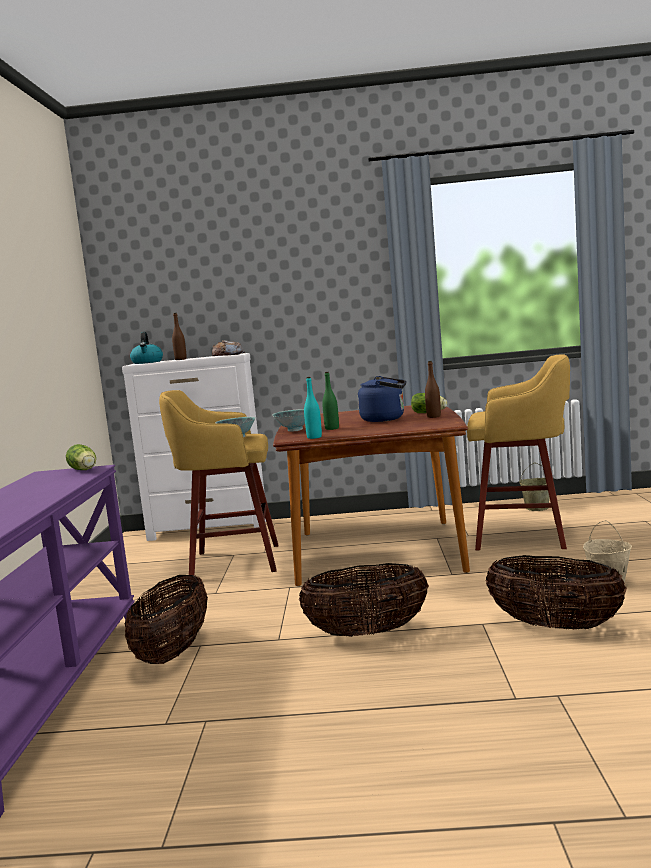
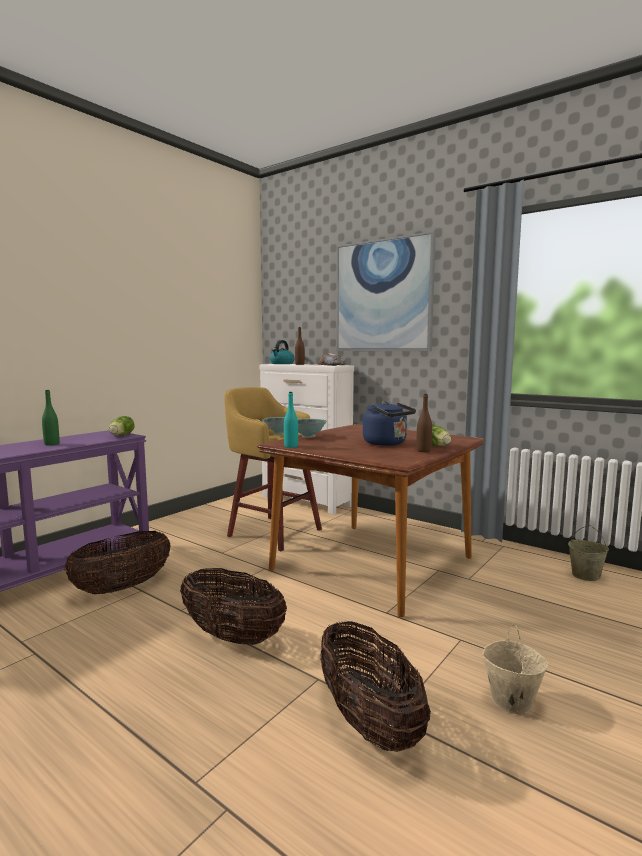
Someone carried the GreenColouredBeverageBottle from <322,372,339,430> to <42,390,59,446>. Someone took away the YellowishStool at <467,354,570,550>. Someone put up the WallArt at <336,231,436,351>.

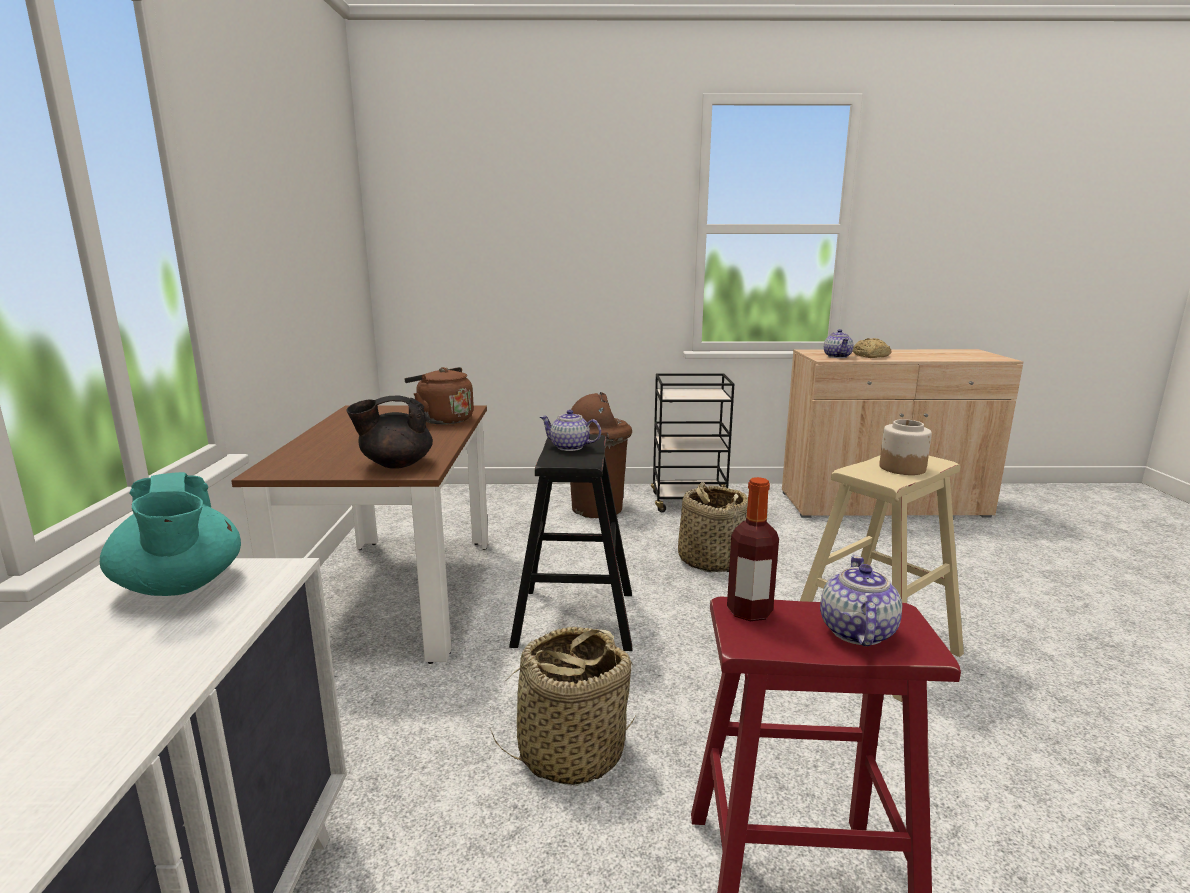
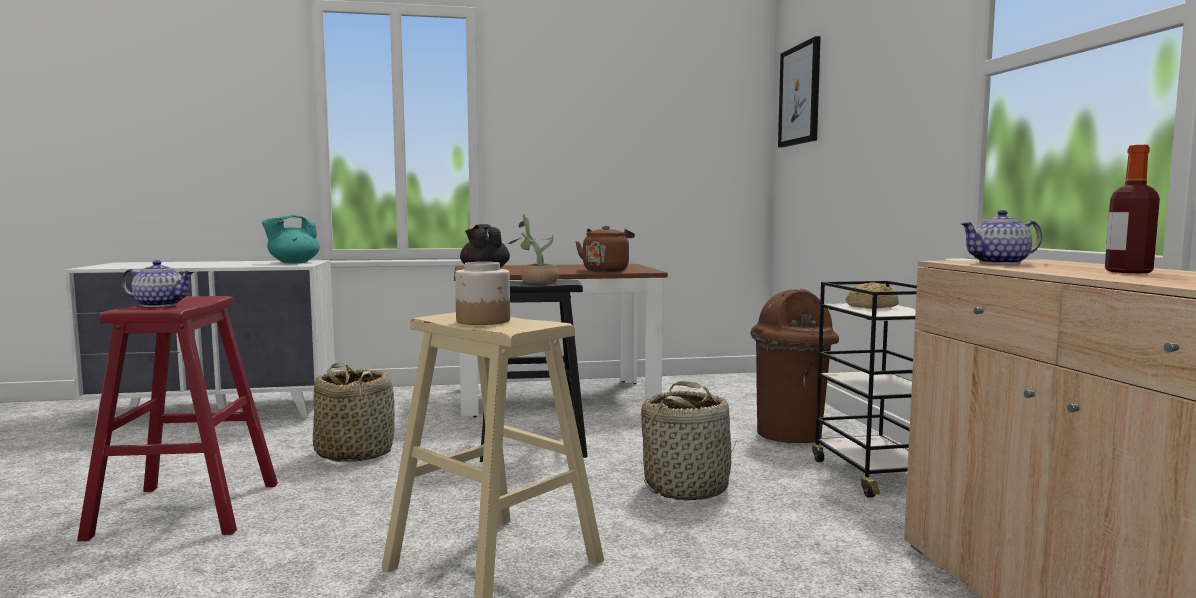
Someone swapped the TeaPot at <540,410,601,451> for the PottedPlant at <508,214,559,283>. Someone carried the BeverageBottle from <727,477,779,621> to <1105,145,1160,273>. Someone carried the BakeryBread from <853,338,891,358> to <846,282,899,309>. Someone put up the WallArt at <778,36,821,148>.

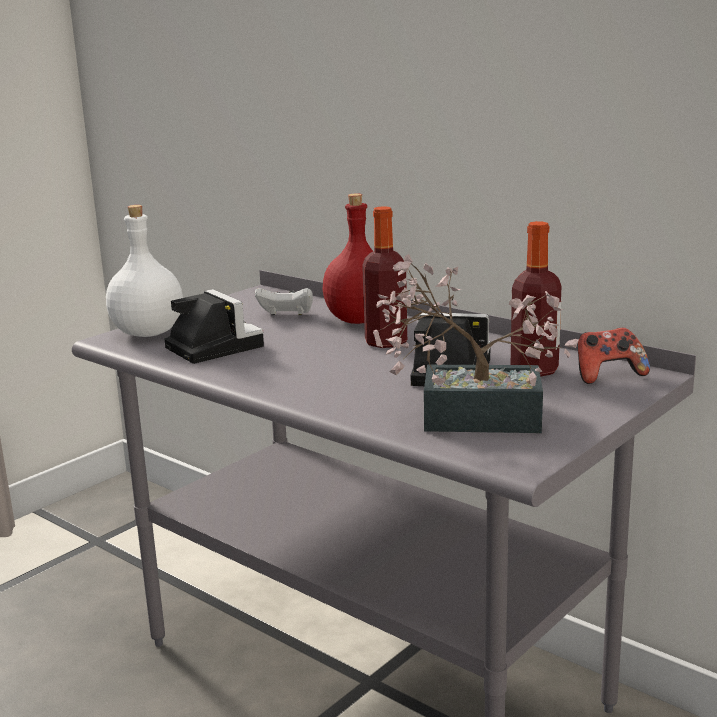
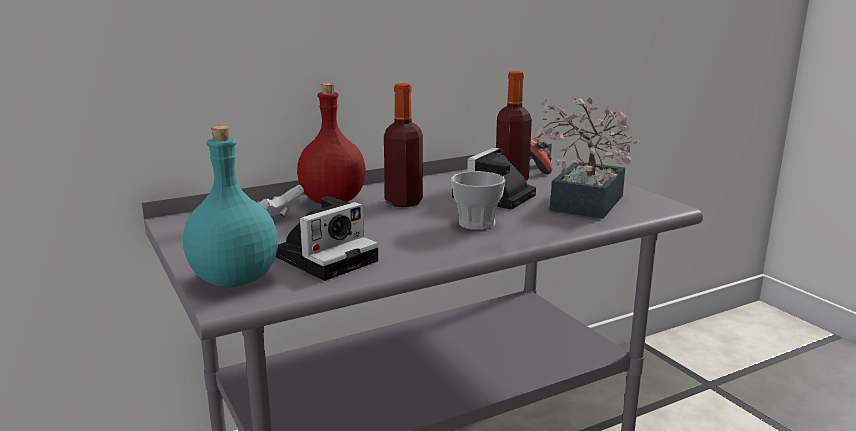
Someone repainted the WhitishBeverageBottle at <106,205,183,337>, which became the TurquoiseBeverageBottle at <183,125,278,288>. Someone rotated the PhotoCamera at <164,289,264,364> by 150 degrees clockwise. Someone put down the Cup at <451,171,505,230>.

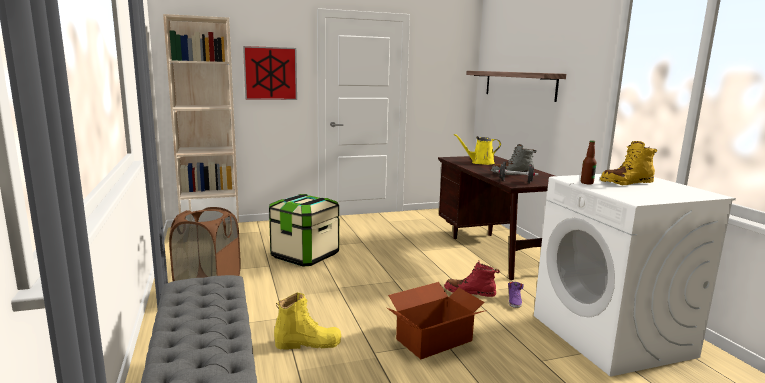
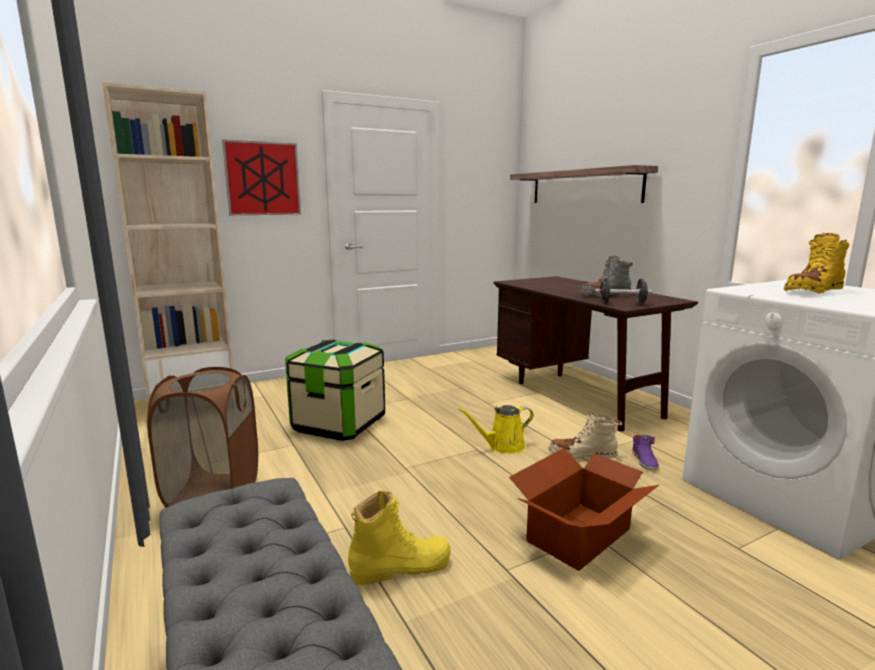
Someone repainted the RedColouredBoot at <444,261,500,297>, which became the BeigeBoot at <548,411,622,459>. Someone carried the YellowishWateringPot from <454,134,501,165> to <459,405,534,454>. Someone took away the BeverageBottle at <581,140,596,184>.

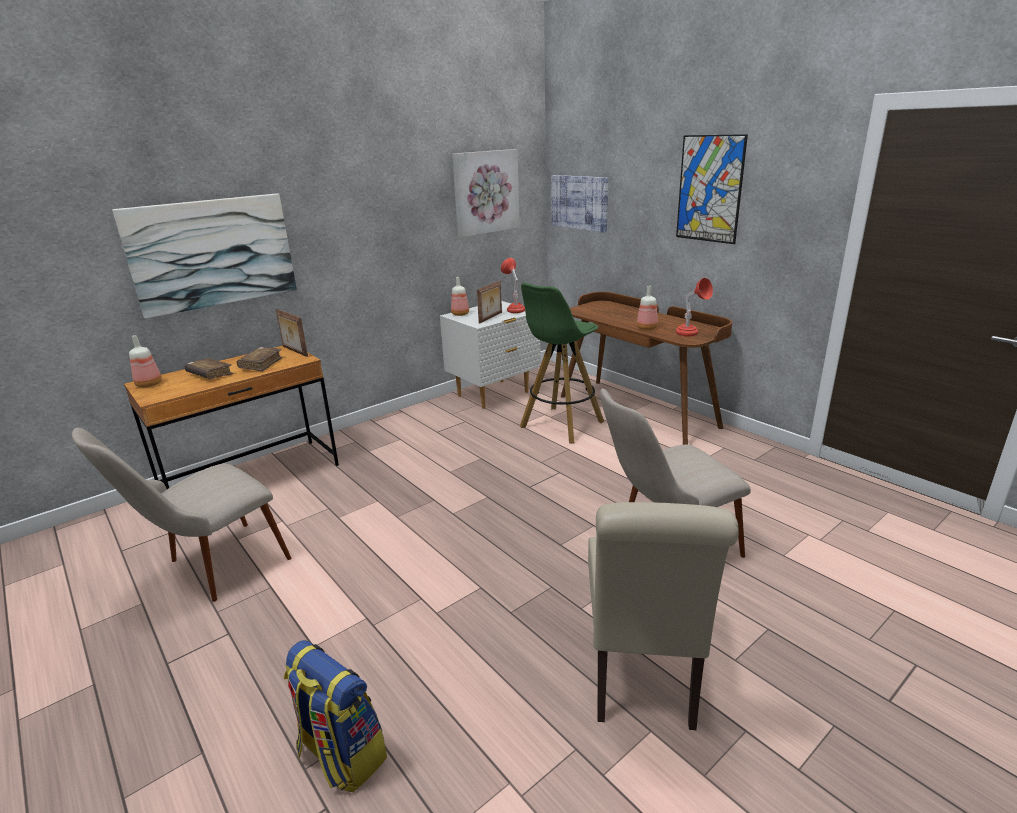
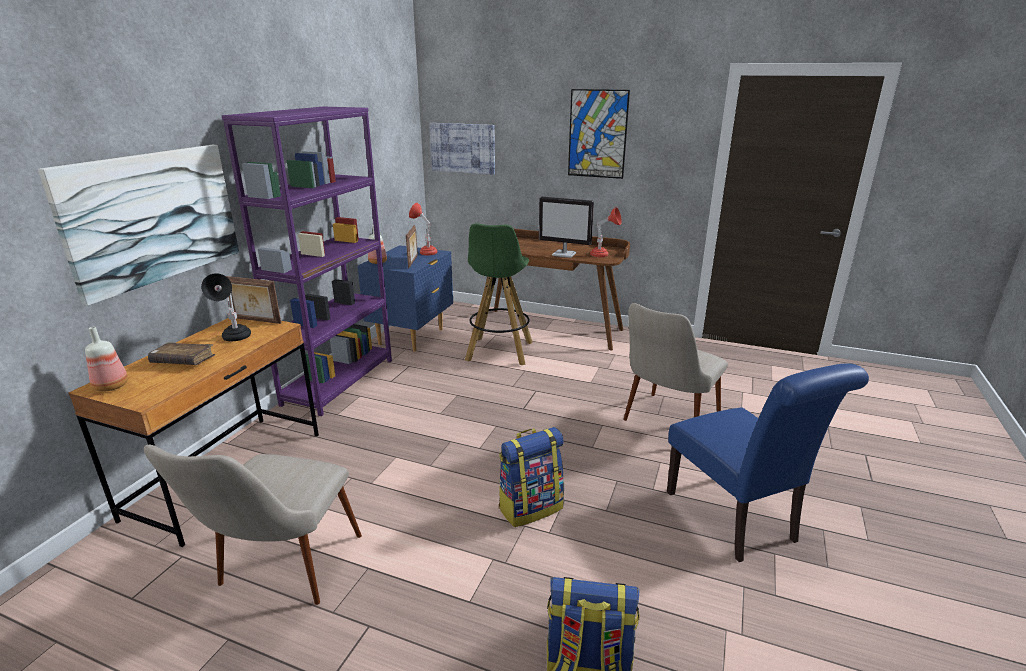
Someone swapped the BrownishBook at <237,347,282,371> for the BlackColouredLampForATable at <201,273,251,341>. Someone repainted the WhitishBedsideTable at <440,301,541,409>, which became the BluishBedsideTable at <357,245,453,352>. Someone took away the WallArt at <452,149,520,238>. Someone repainted the BeigeChair at <588,502,739,730>, which became the BluishChair at <667,364,869,562>. Someone swapped the BeverageBottle at <637,286,658,330> for the ComputerScreen at <539,197,594,258>. Someone put down the PurpleShelvingUnit at <221,107,392,416>. Someone put down the Rucksack at <499,427,564,527>.

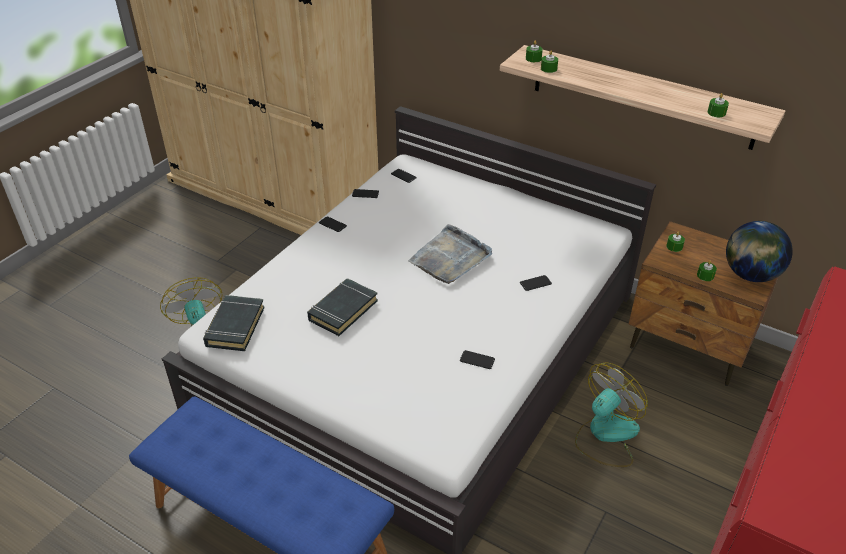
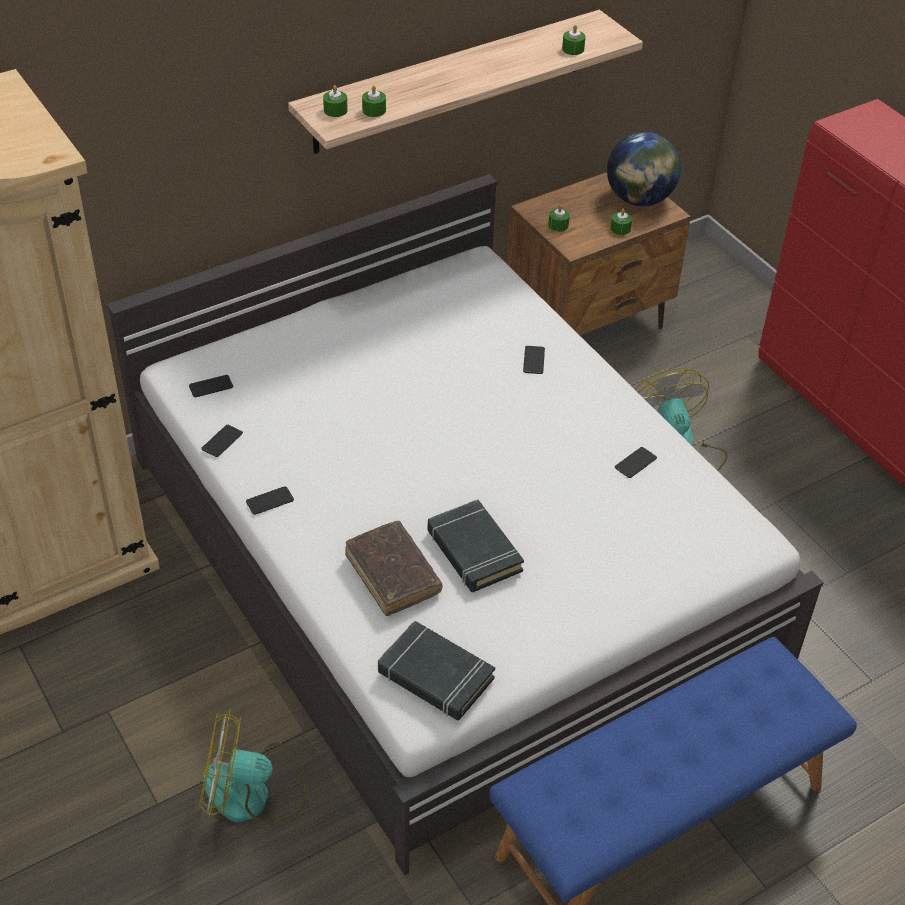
Someone took away the GreyishServingTray at <408,224,492,284>. Someone put down the BrownishBook at <345,521,443,616>.

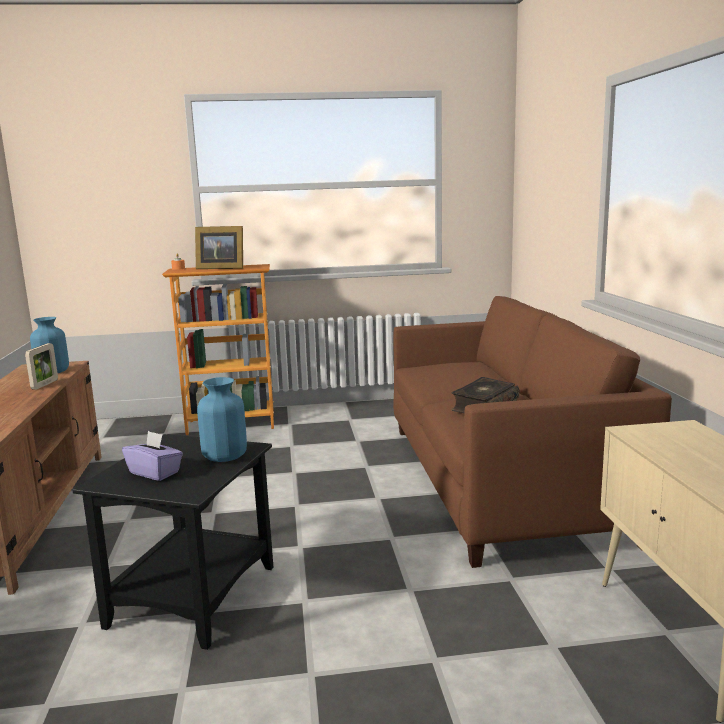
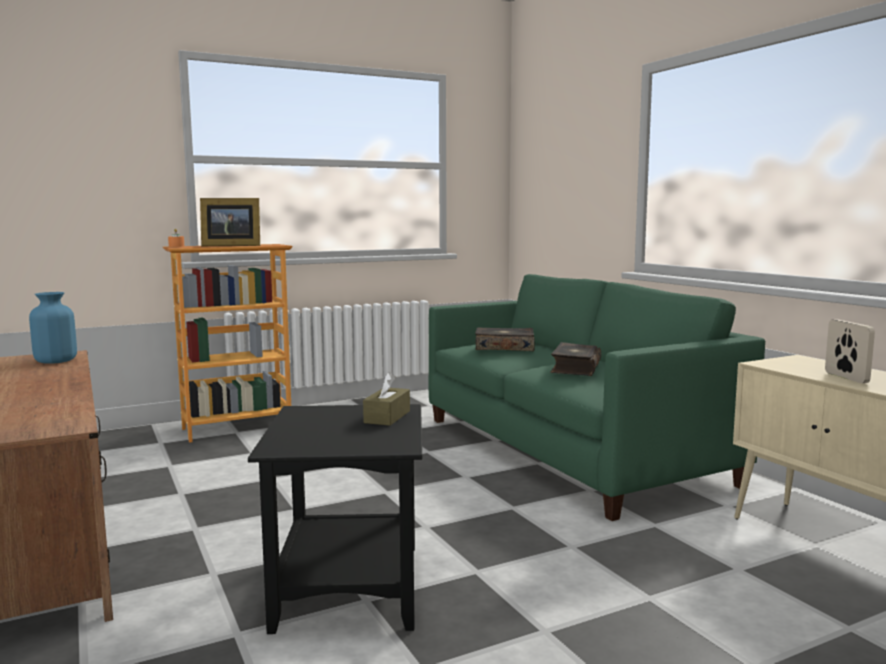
Someone carried the PictureFrame from <25,343,58,390> to <825,320,875,383>. Someone took away the PurpleTissueHolder at <122,431,183,481>. Someone swapped the BluishFlowerVase at <197,377,247,462> for the BrownishTissueHolder at <363,372,410,426>. Someone repainted the BrownishSofa at <393,296,672,568>, which became the GreenColouredSofa at <429,274,765,521>. Someone put down the Book at <475,327,534,351>.

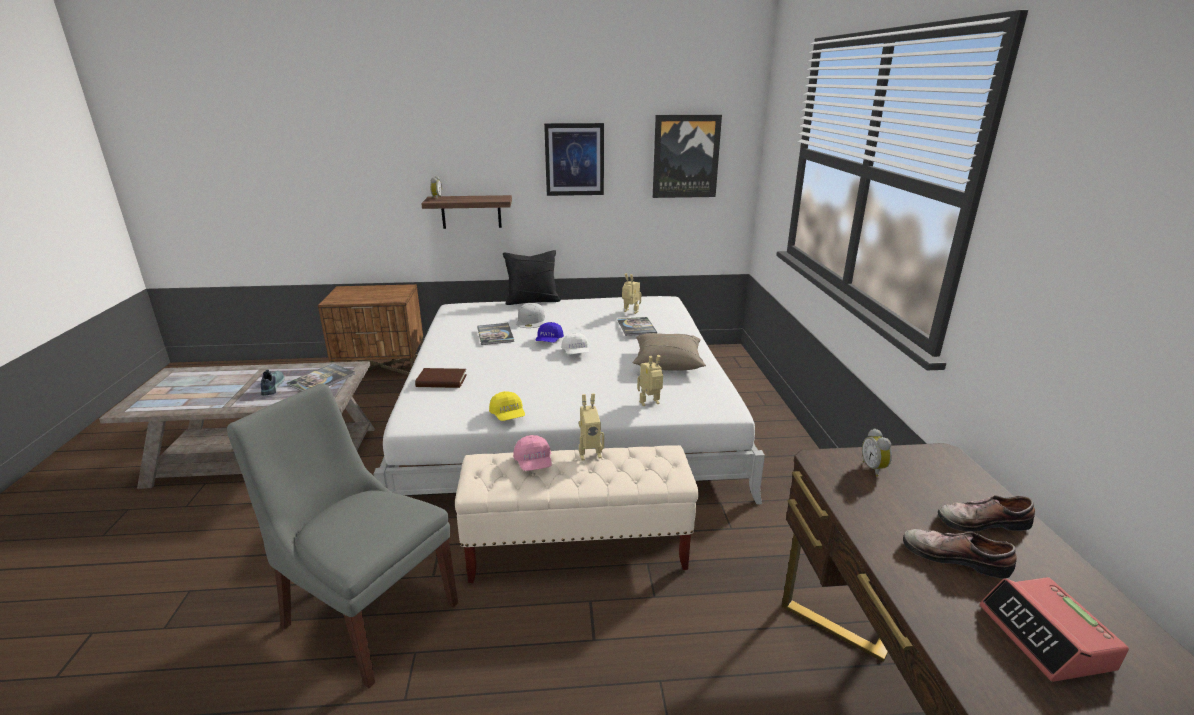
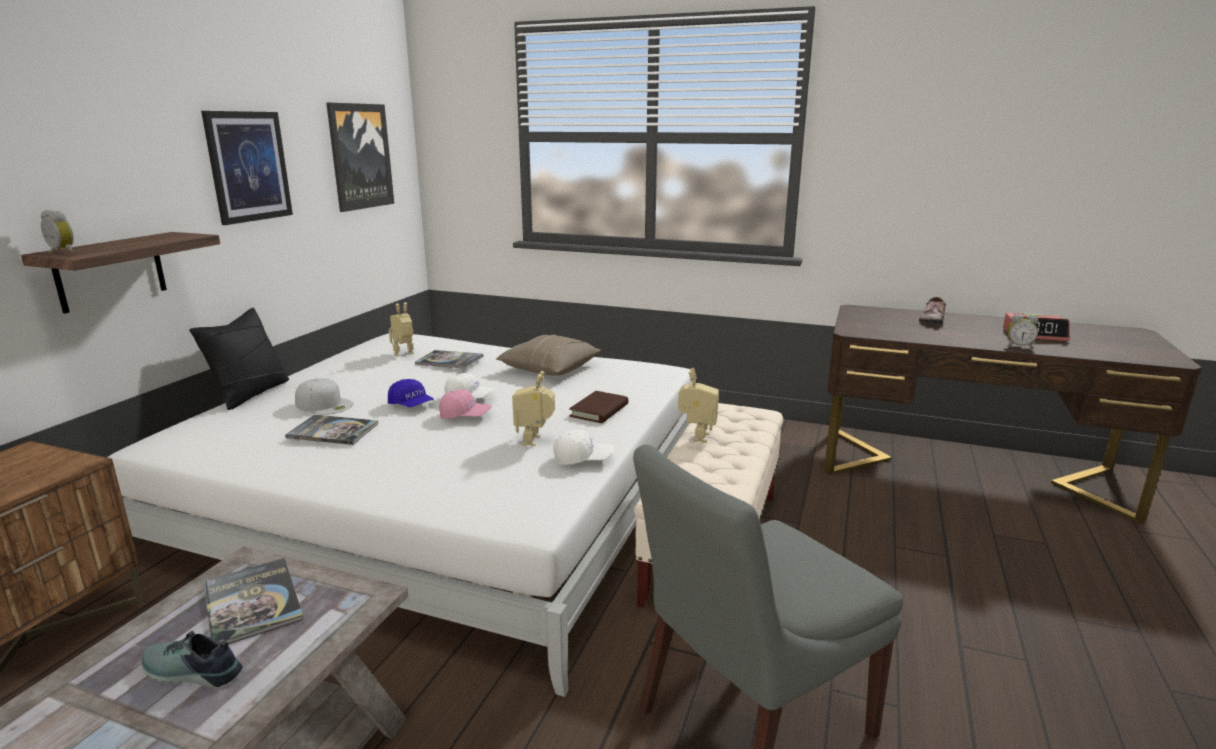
Someone carried the BrownishBook from <415,368,467,388> to <569,391,628,423>. Someone repainted the YellowishBaseballCap at <489,391,525,421>, which became the WhitishBaseballCap at <553,430,614,465>. Someone carried the PinkishBaseballCap from <513,435,552,471> to <439,390,492,419>. Someone carried the ModelRobot from <637,355,663,406> to <512,371,555,446>. Someone carried the BedsideClock from <862,428,892,477> to <1007,314,1038,349>. Someone took away the LowShoe at <903,529,1017,579>.

